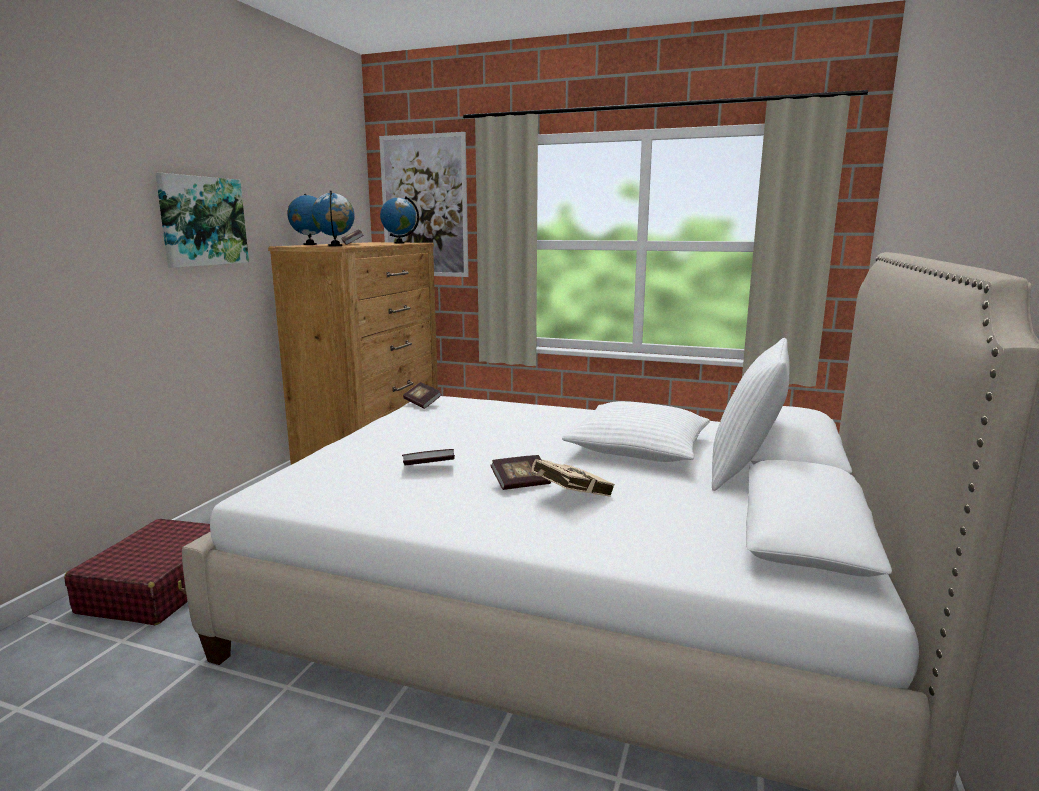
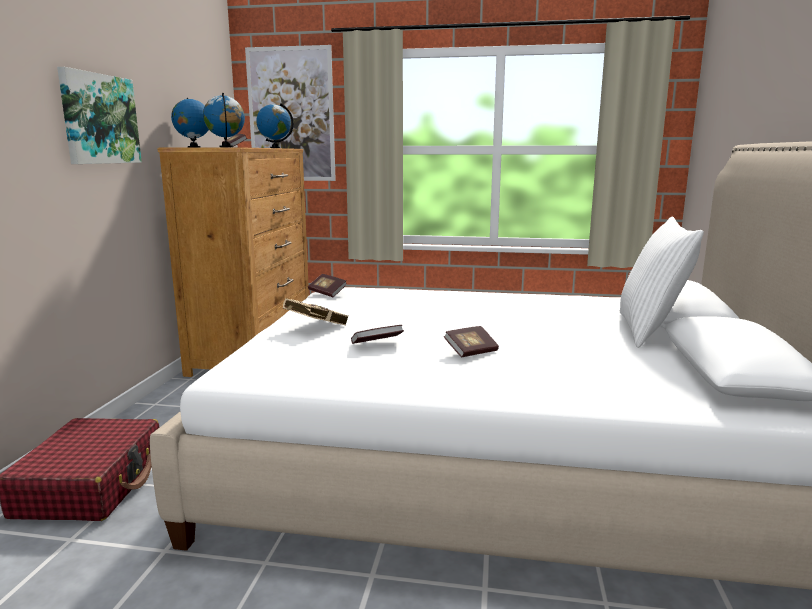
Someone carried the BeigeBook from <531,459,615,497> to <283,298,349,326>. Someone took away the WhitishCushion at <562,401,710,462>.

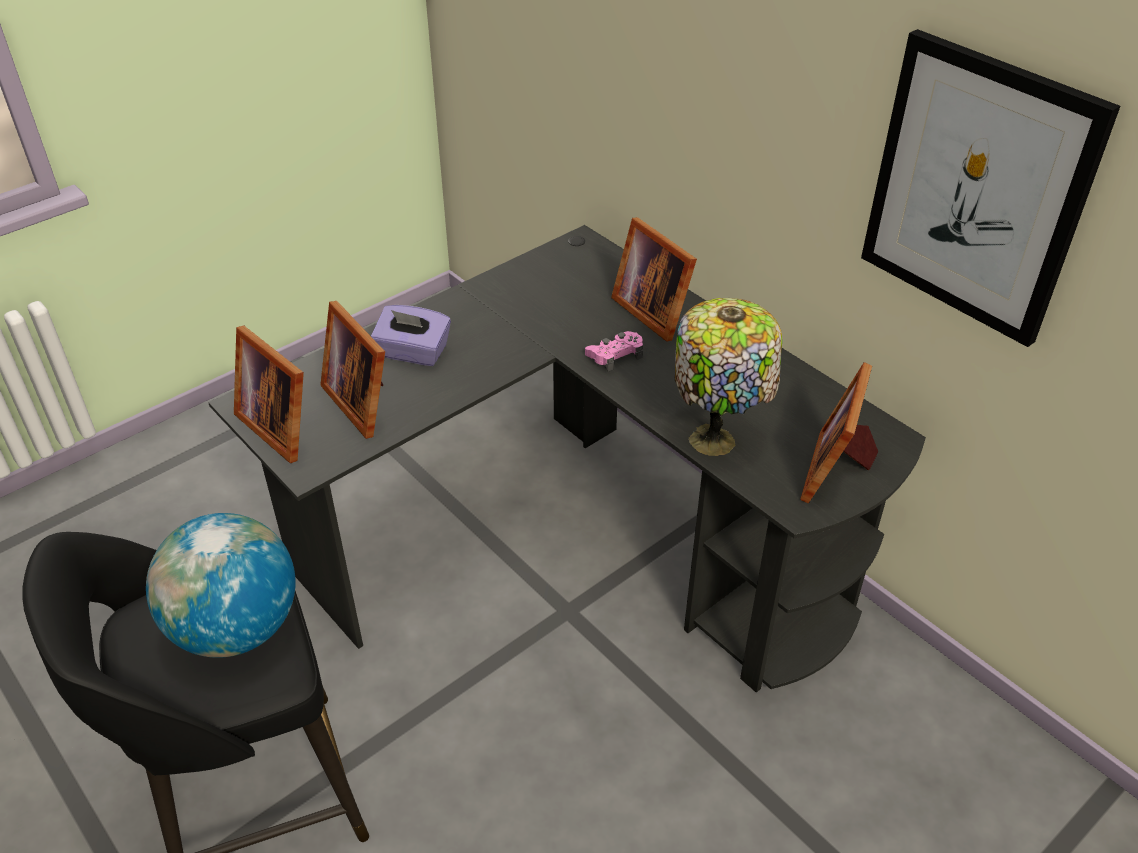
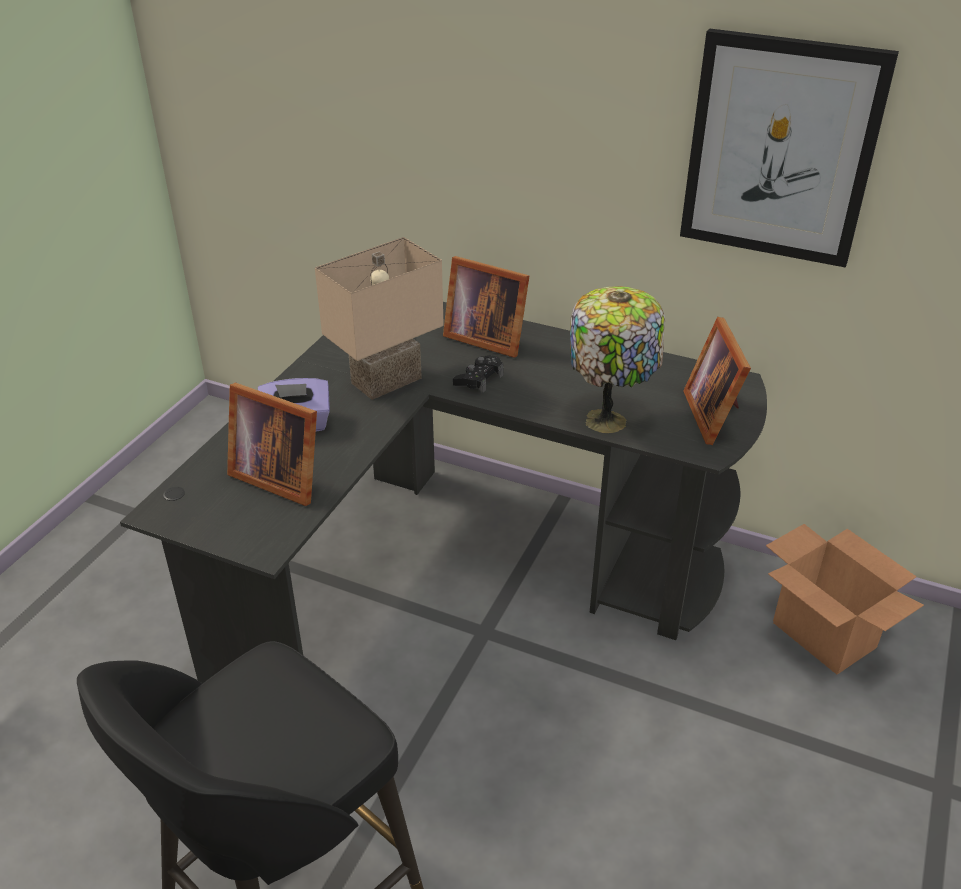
Someone took away the DeskGlobe at <146,513,296,658>. Someone took away the PictureFrame at <234,326,304,463>. Someone repainted the PinkishJoypad at <585,331,643,372>, which became the BlackColouredJoypad at <453,355,503,394>. Someone put down the BeigeLampForATable at <315,237,444,400>. Someone put down the Carton at <766,524,924,674>.

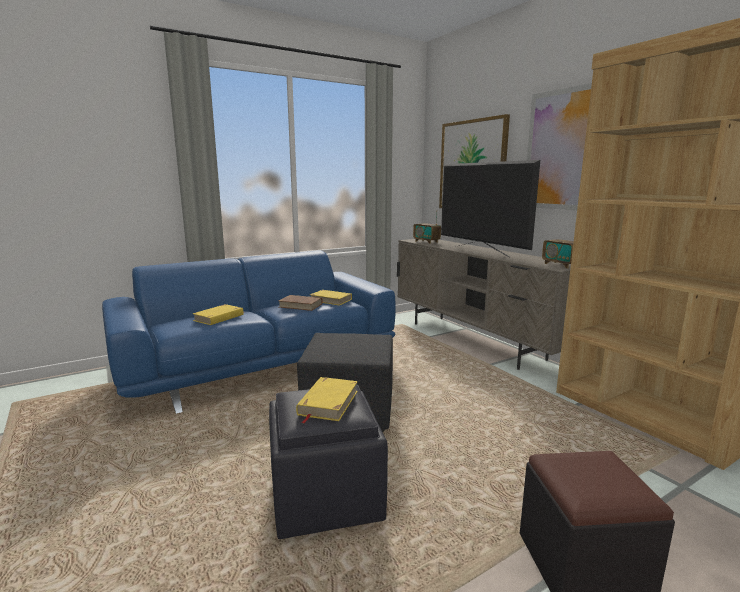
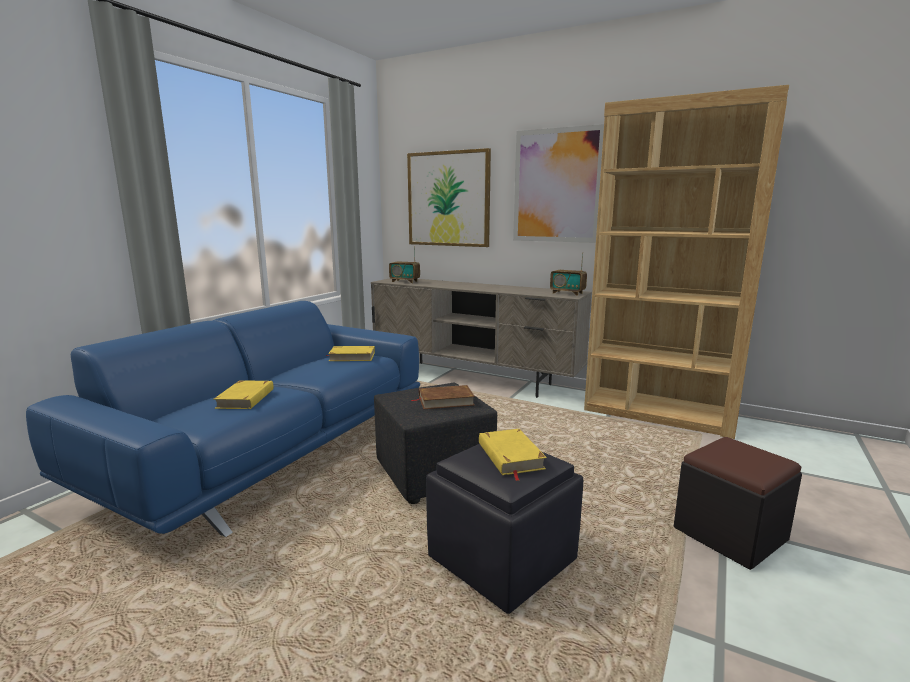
Someone carried the BrownishBook from <278,295,323,311> to <412,385,475,409>. Someone took away the Television at <441,160,540,257>.

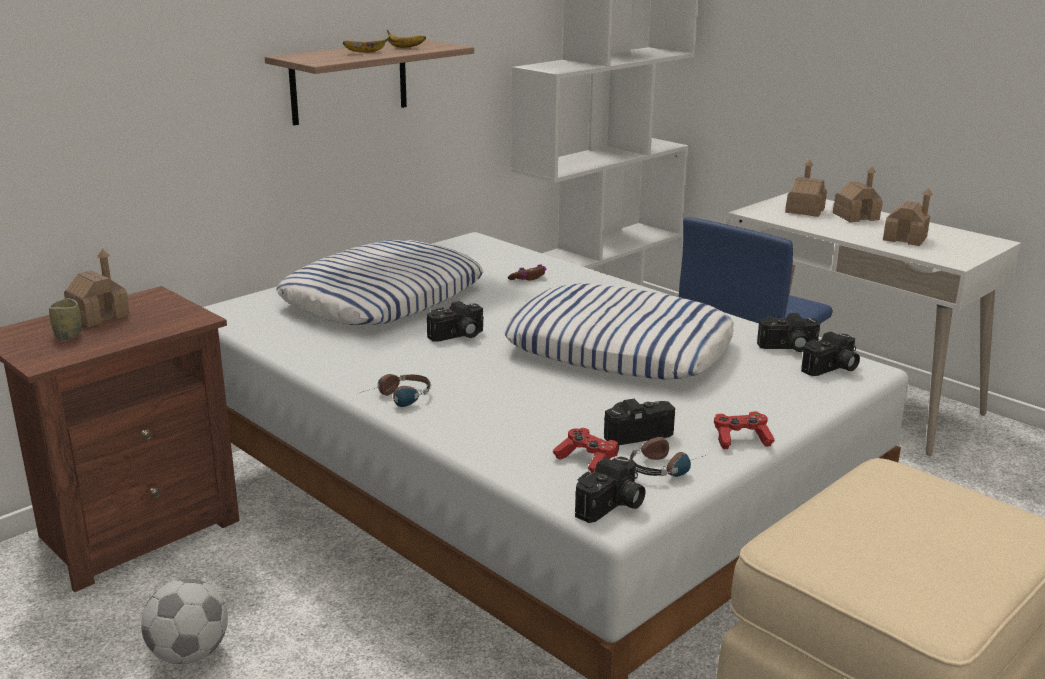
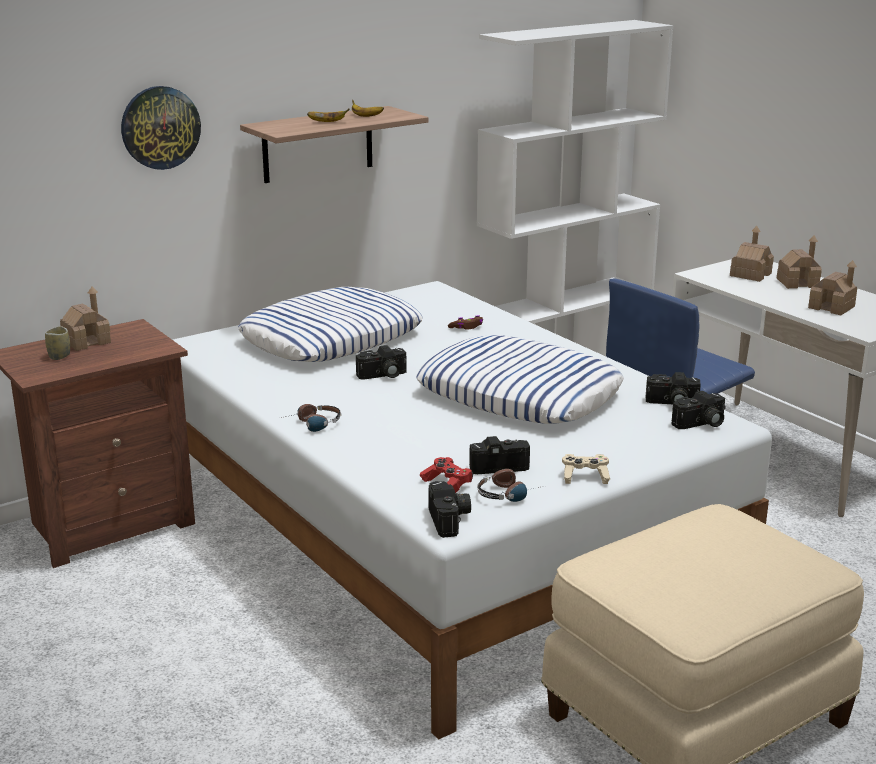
Someone took away the FootballBall at <141,579,228,664>. Someone rotated the PhotoCamera at <575,457,645,523> by 60 degrees counterclockwise. Someone repainted the RedColouredJoypad at <714,412,775,449>, which became the BeigeJoypad at <562,454,610,484>. Someone put up the ClockOnTheWall at <121,86,201,170>.

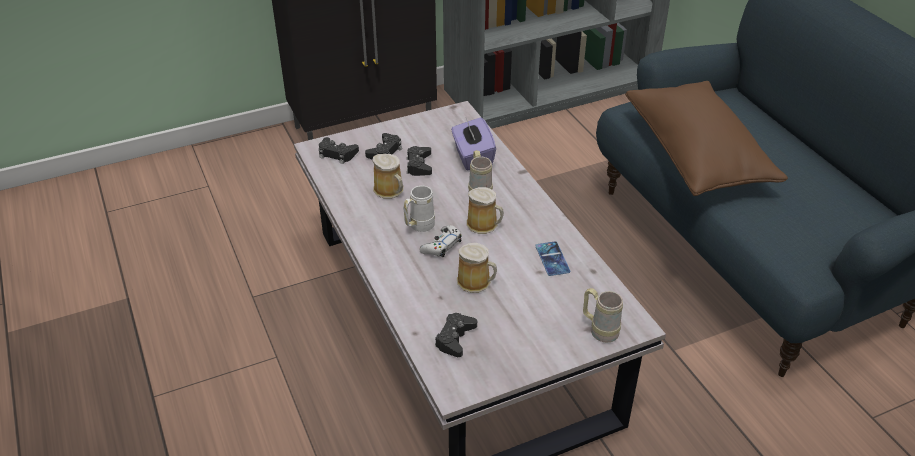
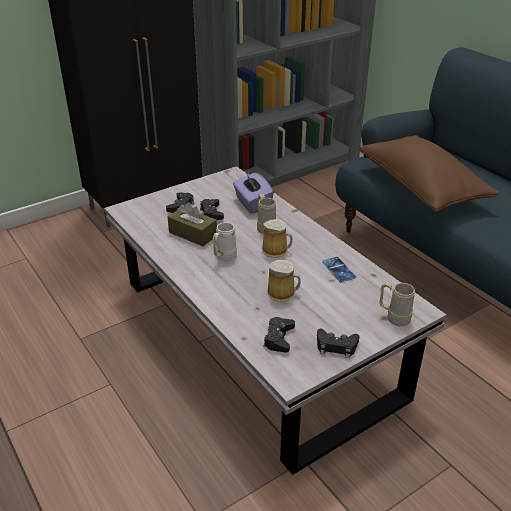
Someone carried the BlackColouredJoypad from <319,137,359,164> to <317,329,359,358>. Someone swapped the Mug at <373,154,404,199> for the BrownishTissueHolder at <168,202,217,246>. Someone took away the WhitishJoypad at <420,225,462,257>.

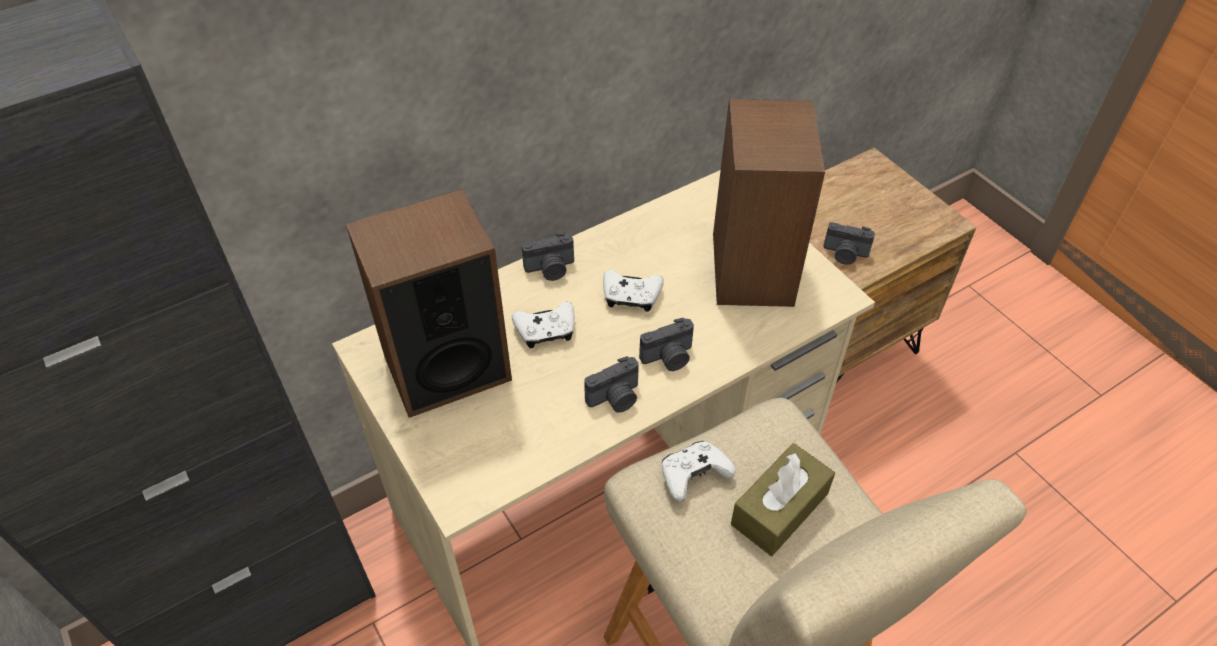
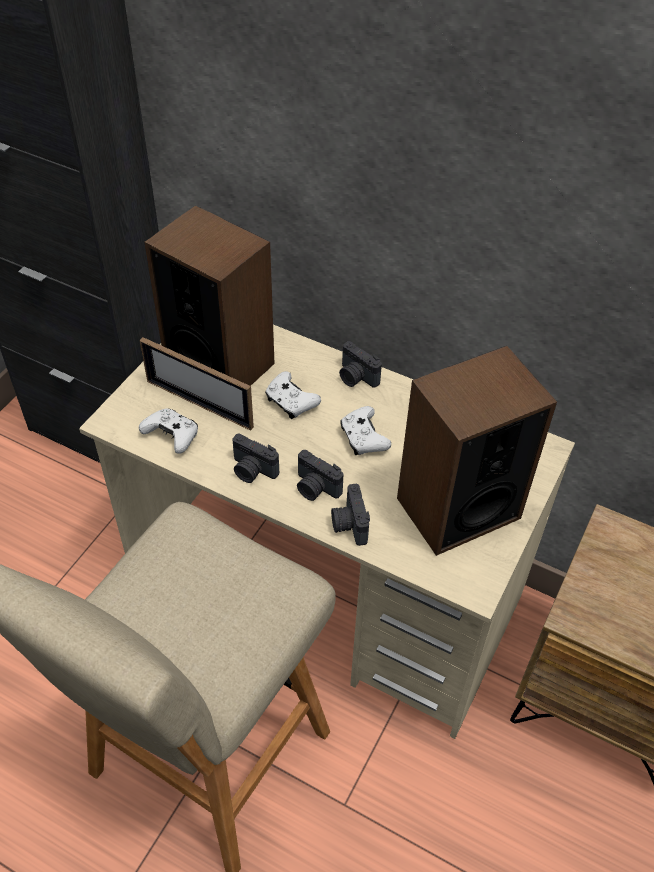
Someone carried the WhitishJoypad from <662,441,736,502> to <139,408,198,454>. Someone took away the BrownishTissueHolder at <731,443,835,556>. Someone carried the PhotoCamera from <823,222,875,265> to <331,484,370,546>. Someone put down the PictureFrame at <140,337,254,430>.

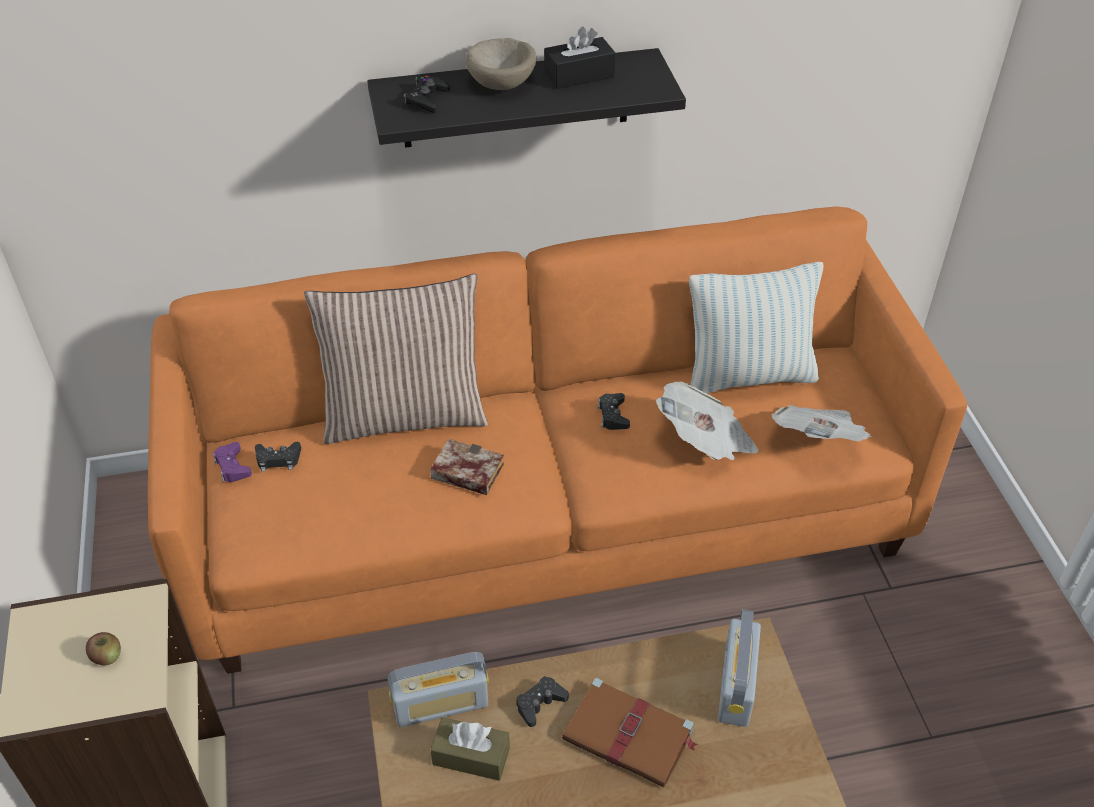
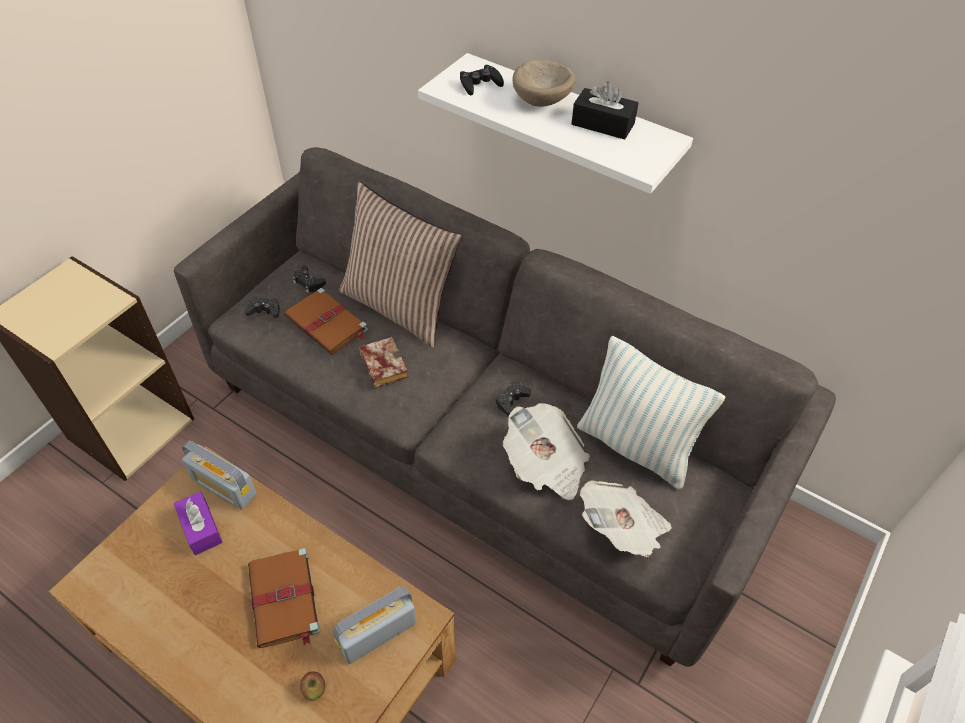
Someone carried the AppleFruit from <86,632,121,665> to <300,672,325,701>. Someone repainted the OrangeSofa at <148,206,967,674>, which became the GreyishSofa at <174,147,836,667>. Someone took away the PurpleJoypad at <213,442,252,482>. Someone repainted the BlackColouredShelf at <367,48,686,148>, which became the WhitishShelf at <418,53,693,194>. Someone repainted the BrownishTissueHolder at <430,717,510,781>, which became the PurpleTissueHolder at <174,491,223,555>. Someone carried the BlackColouredJoypad from <516,676,569,727> to <244,297,280,318>. Someone put down the BrownishBook at <284,288,368,355>.

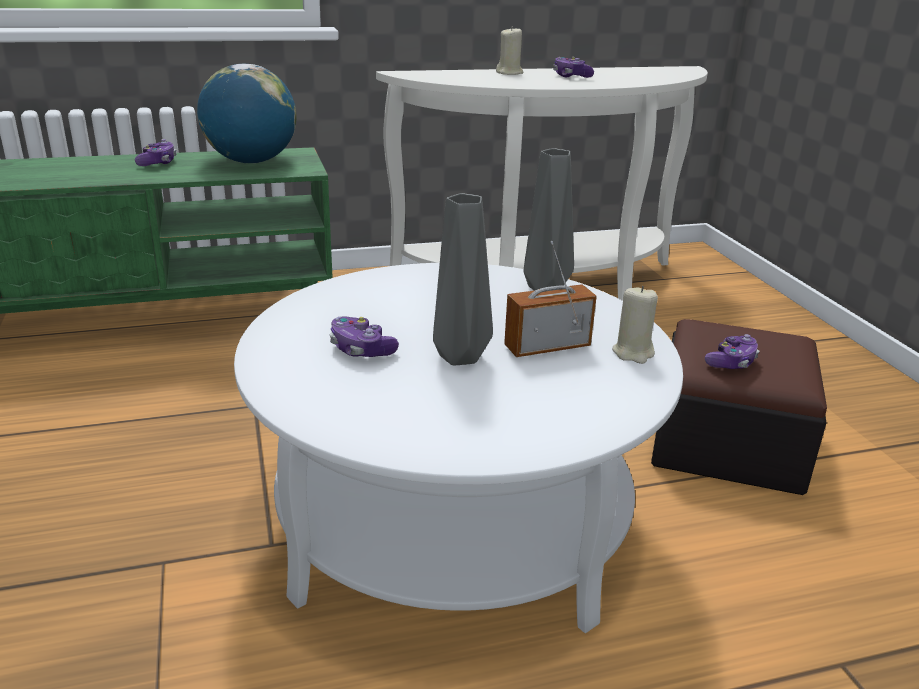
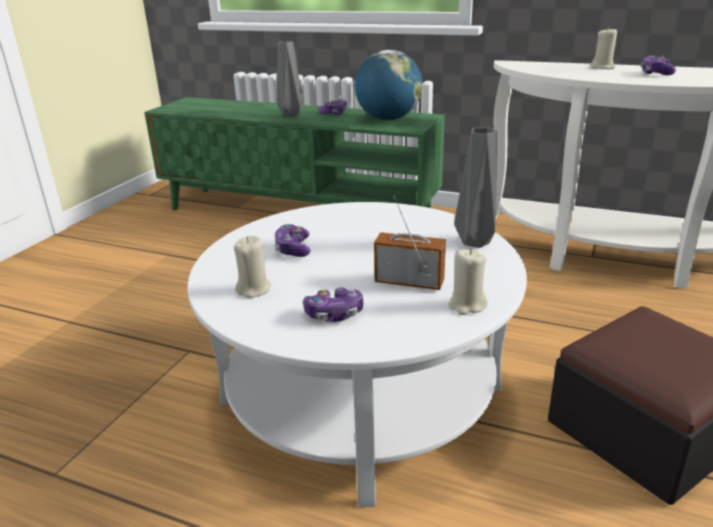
Someone carried the GreyishFlowerVase from <433,193,493,365> to <277,41,303,117>. Someone carried the Joypad from <705,334,760,369> to <303,287,363,322>. Someone put down the BeigeCandle at <234,236,271,298>.

